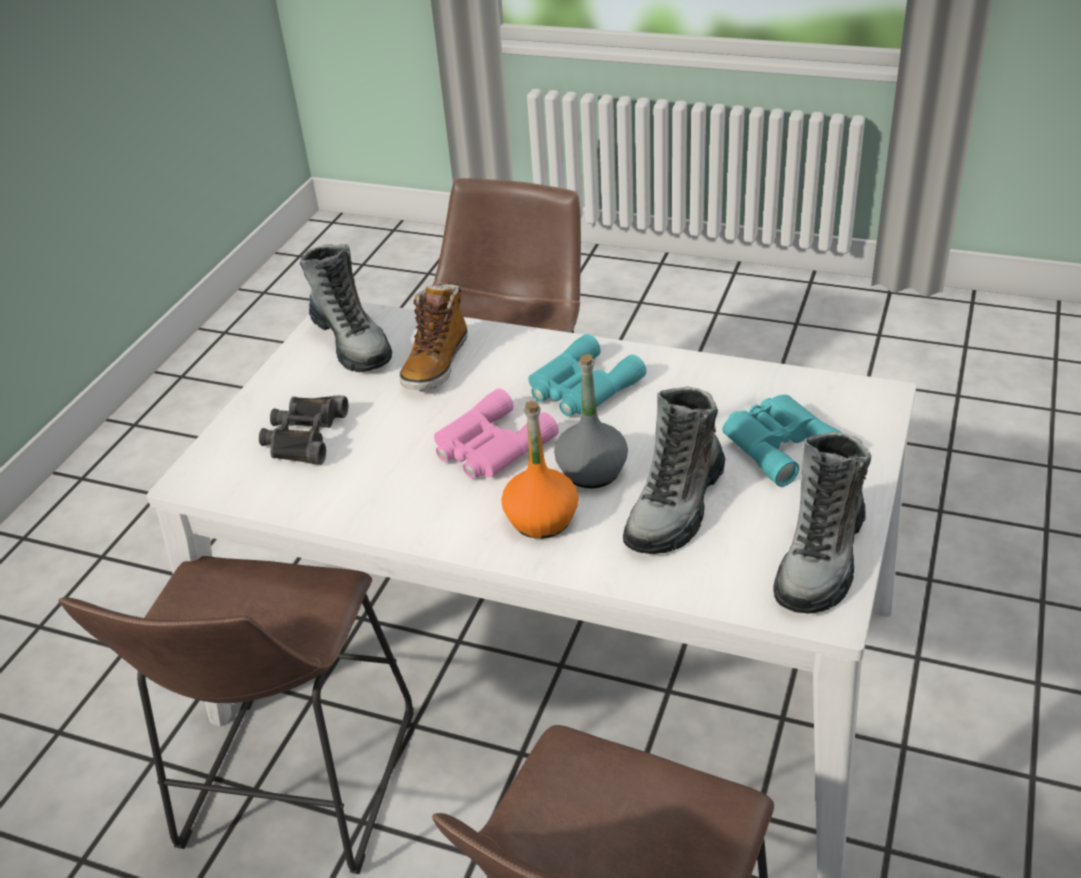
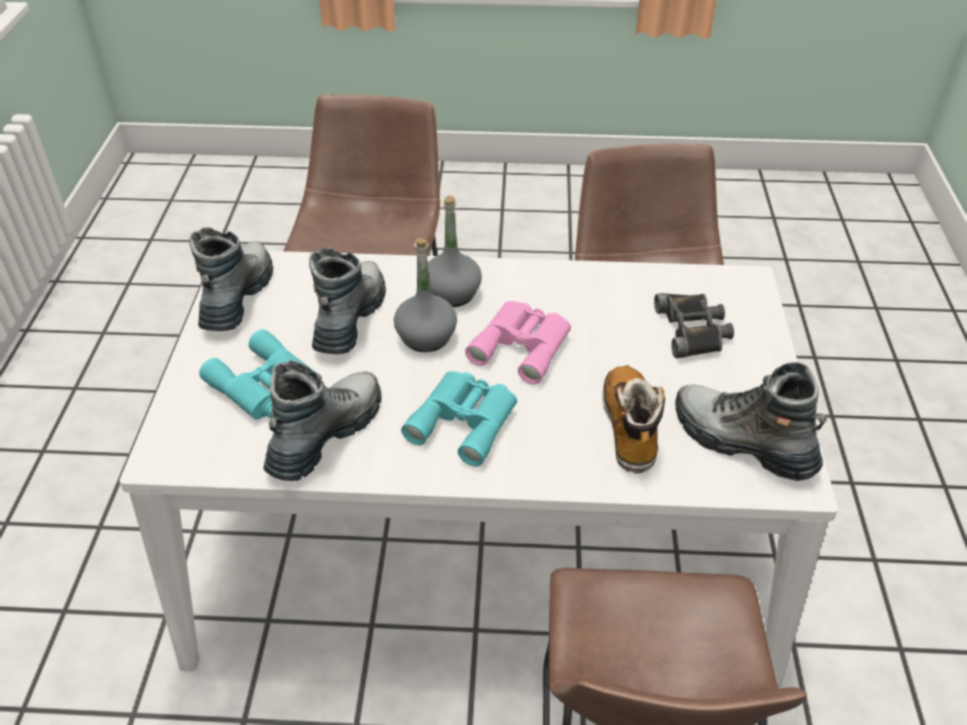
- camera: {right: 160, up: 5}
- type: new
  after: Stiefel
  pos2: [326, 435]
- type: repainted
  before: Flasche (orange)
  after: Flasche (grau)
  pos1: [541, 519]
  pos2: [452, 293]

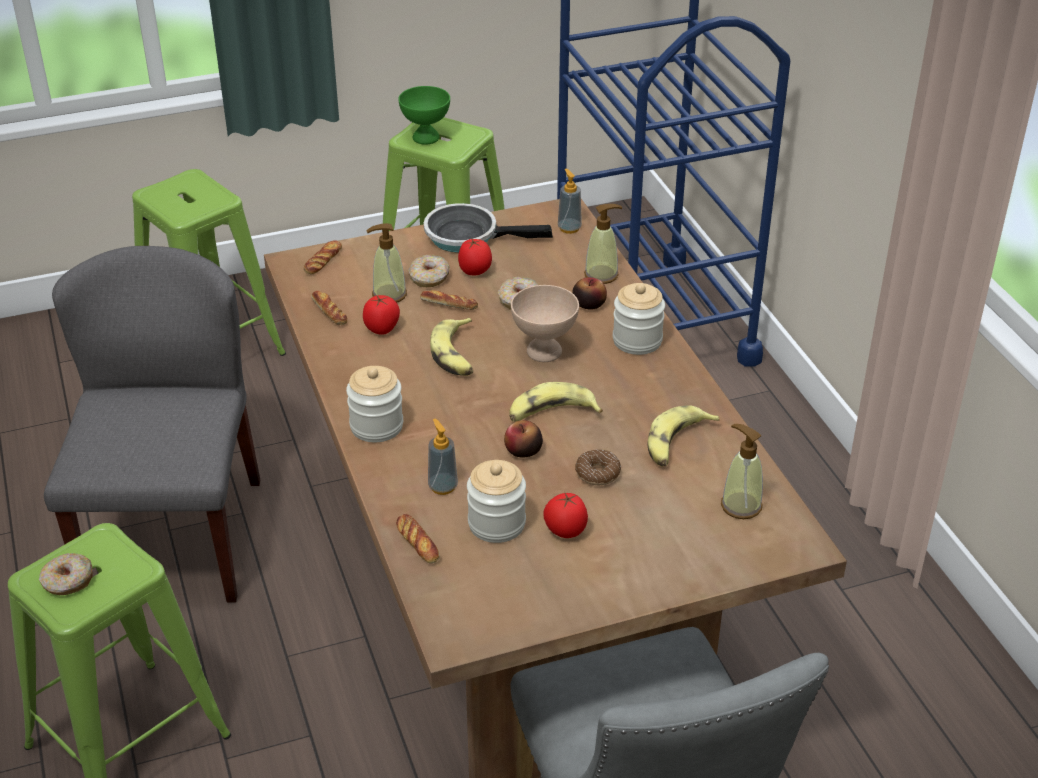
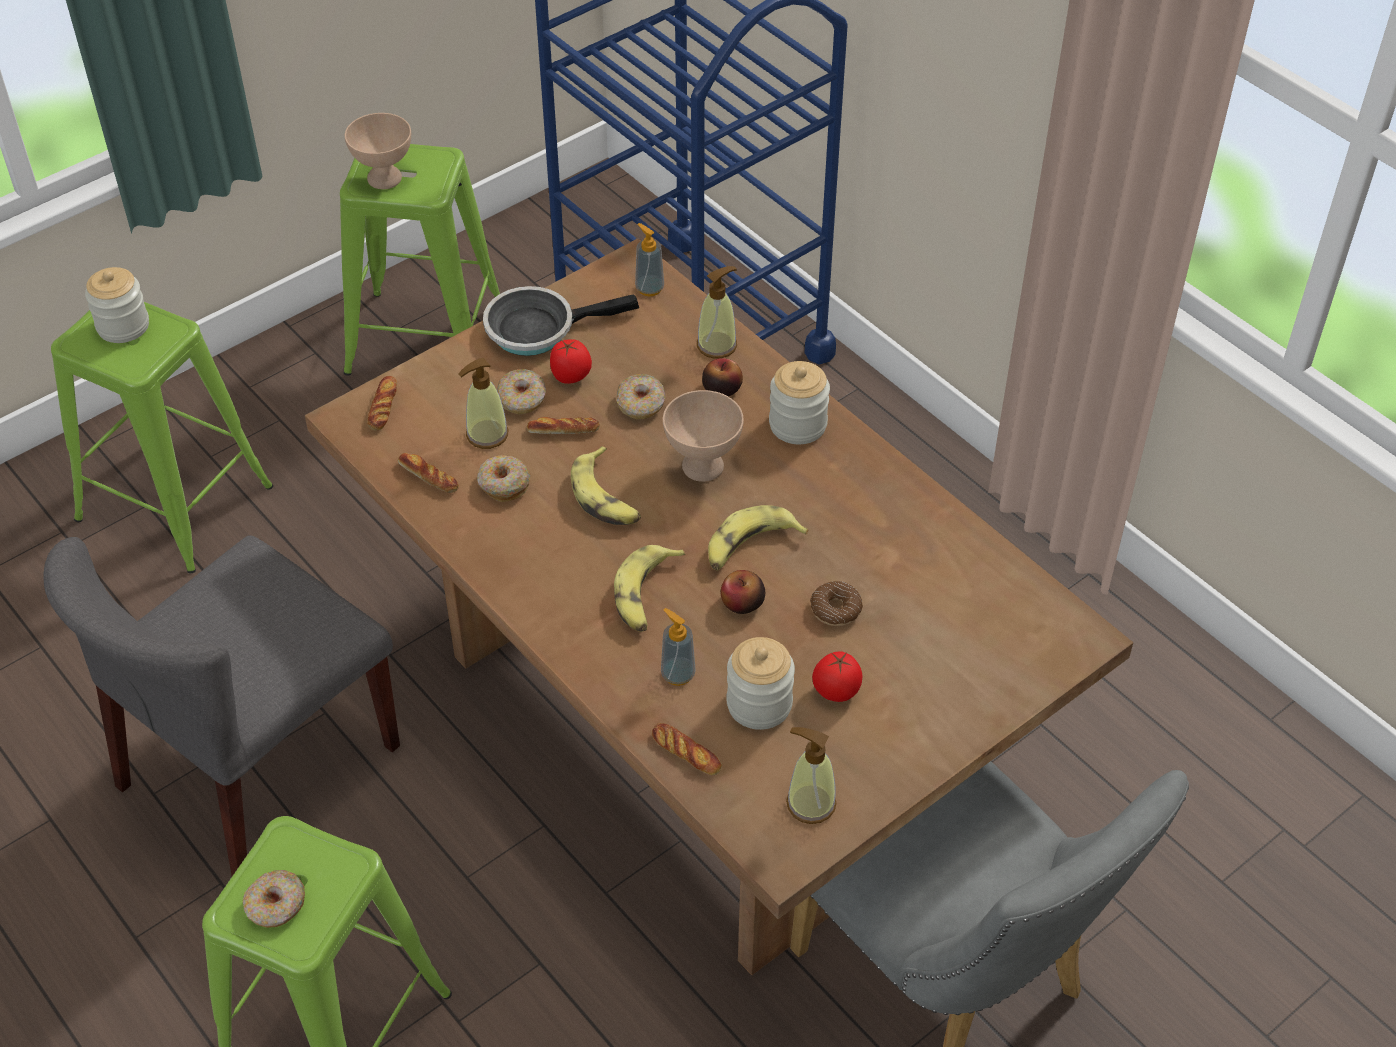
- camera: {right: -20, up: 10}
- type: shifted
  before: Vorratsglas
  pos1: [376, 426]
  pos2: [123, 326]
- type: shifted
  before: Banane
  pos1: [677, 443]
  pos2: [646, 595]
- type: shifted
  before: Seifenspender
  pos1: [740, 505]
  pos2: [810, 803]
- type: swapped
  before: Tomate
  after: Donut
  pos1: [382, 329]
  pos2: [503, 484]
- type: repainted
  before: Schüssel (grün)
  after: Schüssel (beige)
  pos1: [426, 137]
  pos2: [384, 178]
- type: rotated
  before: Stuhl (grau)
  pos1: [174, 537]
  pos2: [258, 768]
  turn: -120

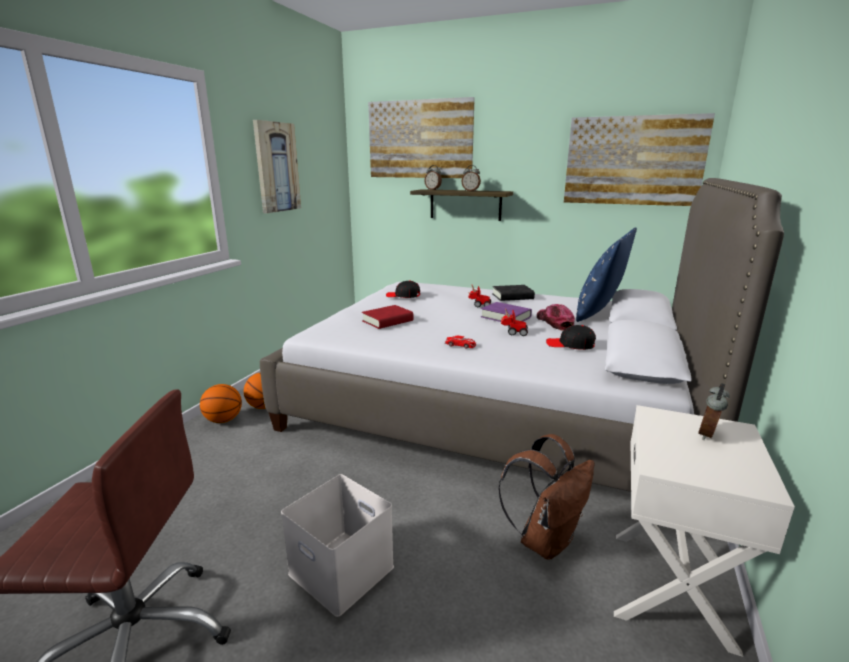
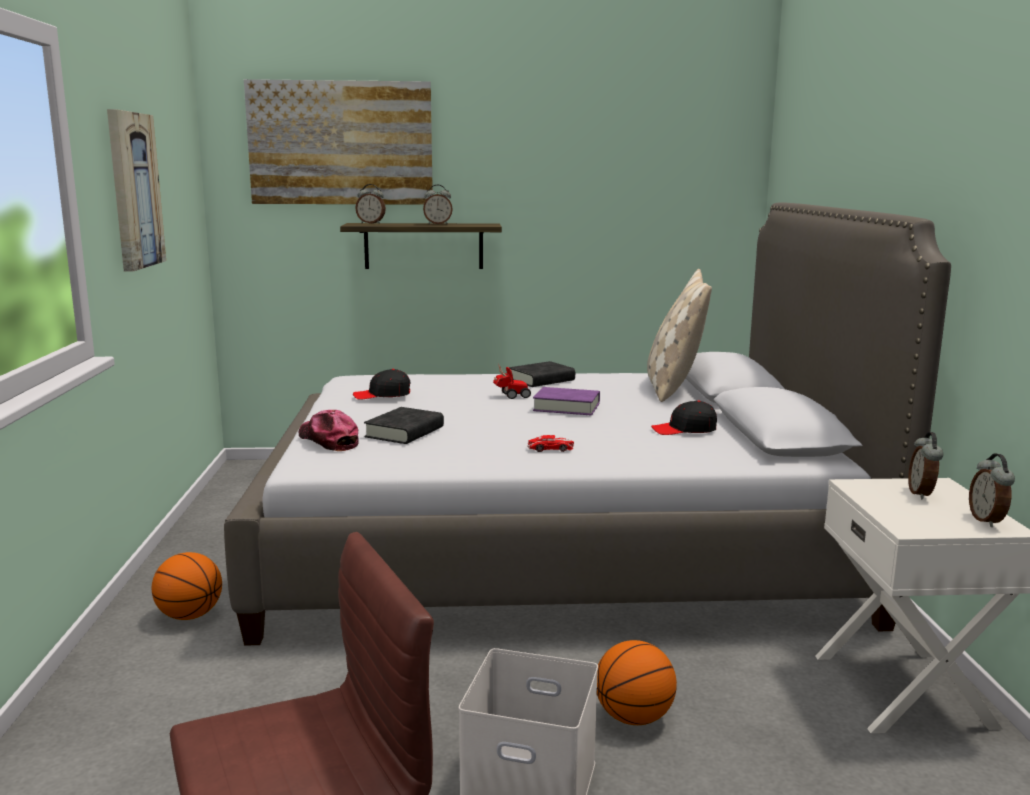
- camera: {right: -25, up: -5}
- type: gone
  before: Rucksack (braun)
  pos1: [545, 539]
- type: gone
  before: Spielzeugauto
  pos1: [513, 332]
- type: gone
  before: Bild
  pos1: [633, 161]
- type: new
  after: Wecker
  pos2: [987, 521]
- type: shifted
  before: Basketball
  pos1: [223, 420]
  pos2: [633, 717]
- type: shifted
  before: Kappe
  pos1: [554, 322]
  pos2: [328, 440]
- type: repainted
  before: Buch (rot)
  after: Buch (schwarz)
  pos1: [387, 321]
  pos2: [405, 432]
- type: repainted
  before: Kissen (blau)
  after: Kissen (beige)
  pos1: [599, 312]
  pos2: [674, 387]

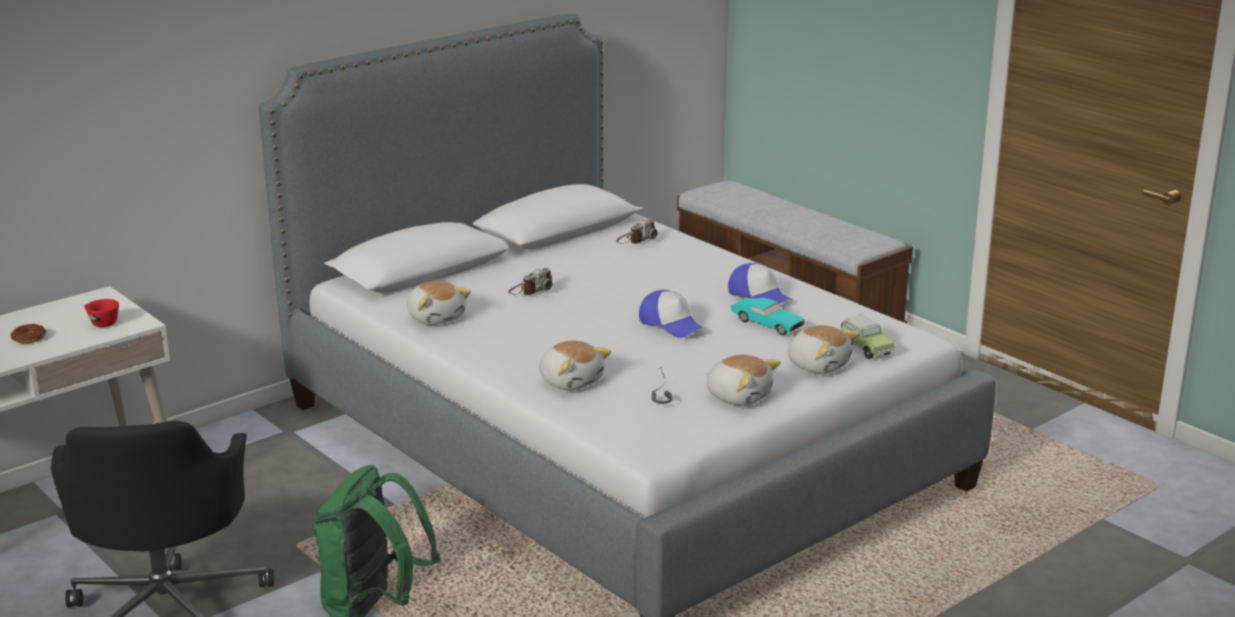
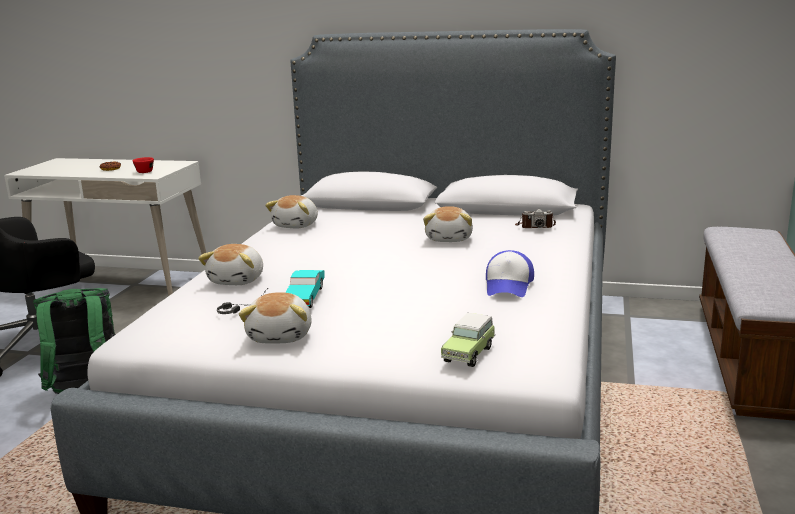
- camera: {right: 55, up: -5}
- type: gone
  before: Kamera
  pos1: [531, 289]
- type: gone
  before: Kappe
  pos1: [671, 324]
- type: shifted
  before: Spielzeugauto (türkis)
  pos1: [766, 324]
  pos2: [305, 297]
- type: shifted
  before: Plüschtier
  pos1: [818, 365]
  pos2: [450, 238]

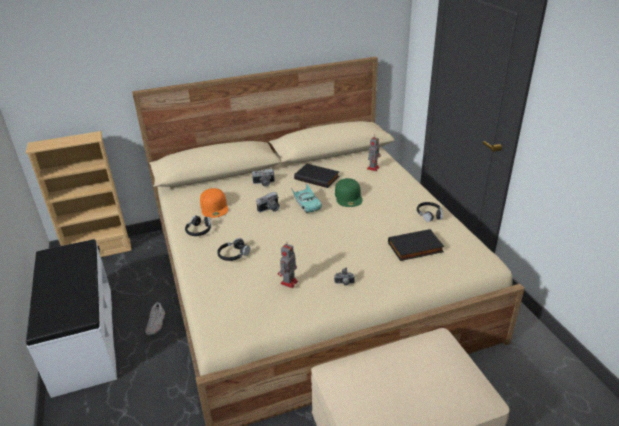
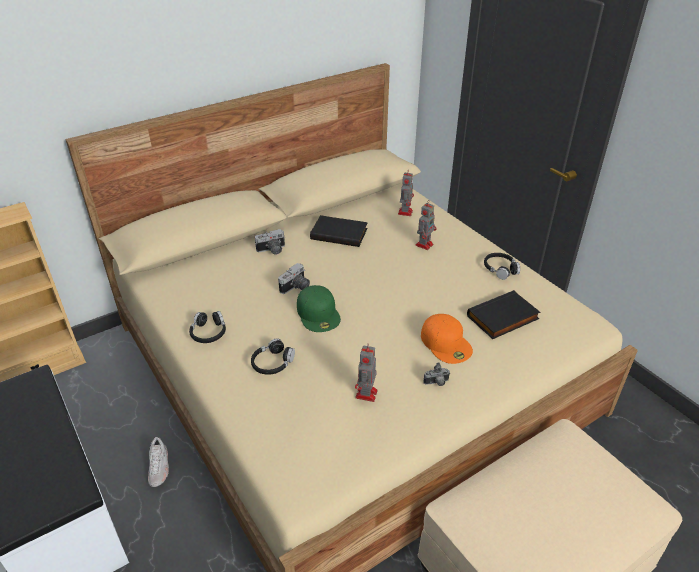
- camera: {right: -15, up: 5}
- type: gone
  before: Spielzeugauto (türkis)
  pos1: [306, 204]
- type: new
  after: Spielzeugroboter
  pos2: [424, 244]
- type: shifted
  before: Kappe (orange)
  pos1: [214, 207]
  pos2: [446, 343]
- type: shifted
  before: Kappe (grün)
  pos1: [348, 197]
  pos2: [318, 313]

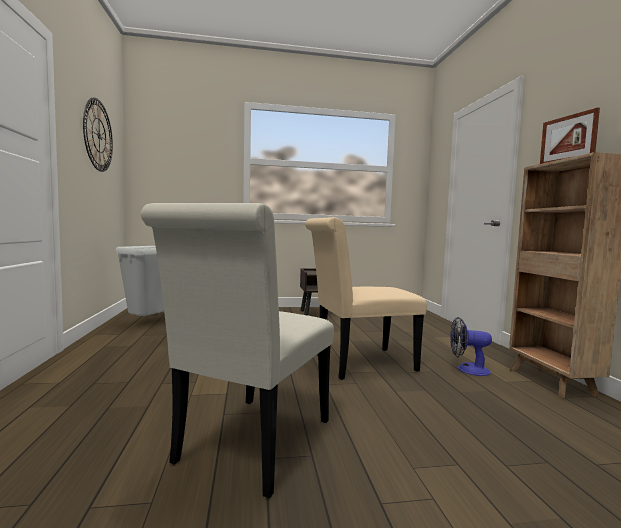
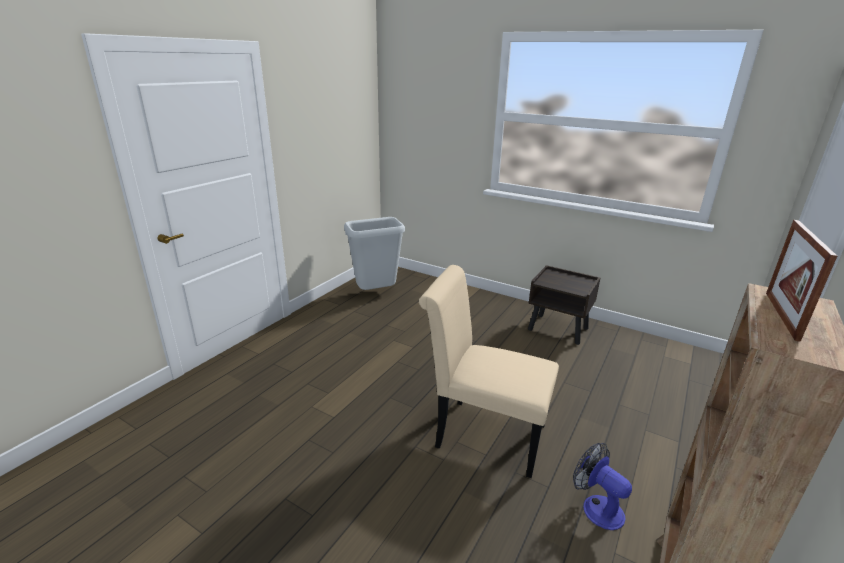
- camera: {right: 40, up: 20}
- type: gone
  before: Wanduhr
  pos1: [98, 135]
- type: gone
  before: Stuhl (weiß)
  pos1: [250, 446]

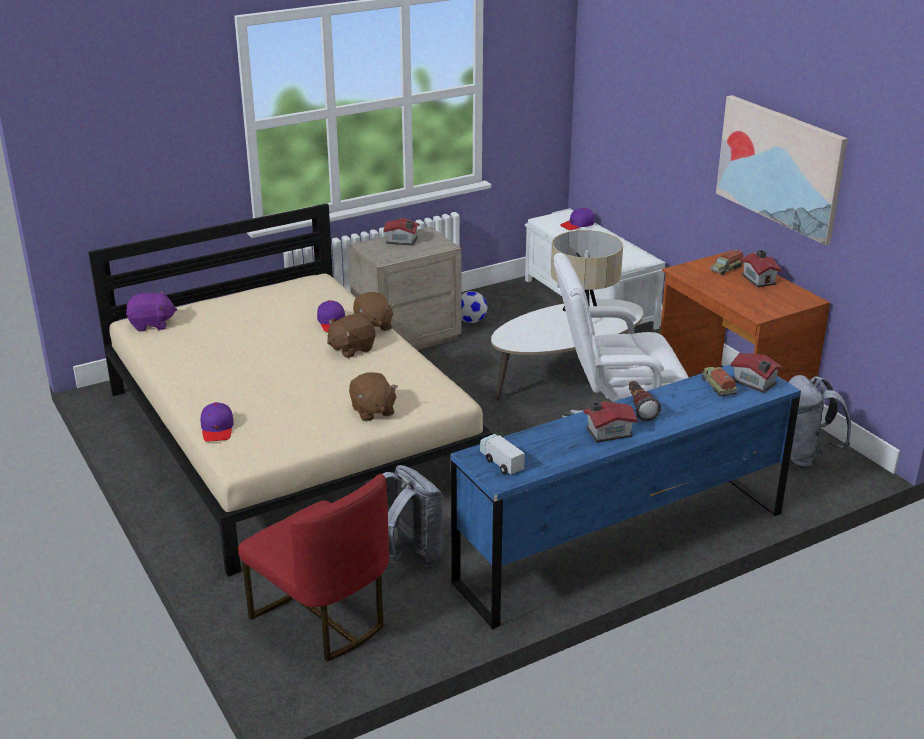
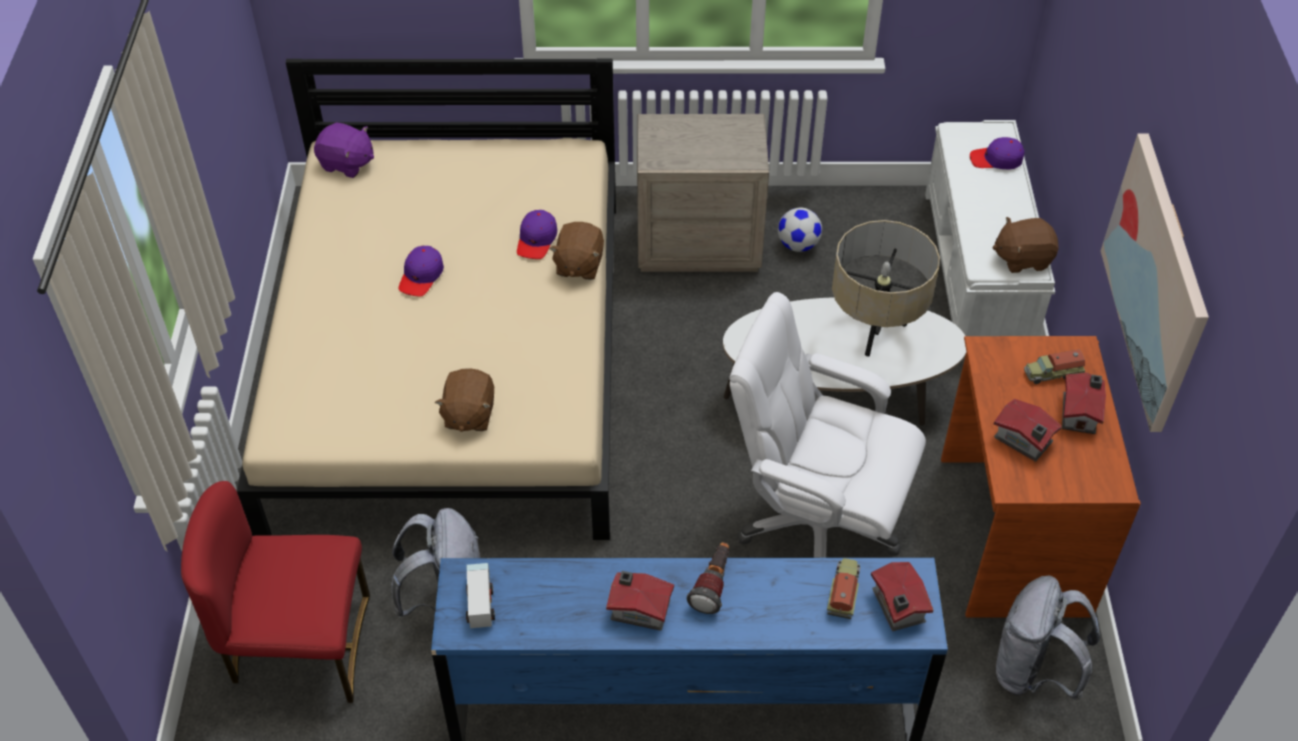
- camera: {right: 30, up: 20}
- type: shifted
  before: Kappe (lila)
  pos1: [217, 429]
  pos2: [421, 276]
- type: shifted
  before: Plüschtier (braun)
  pos1: [351, 349]
  pos2: [1022, 258]
- type: shifted
  before: Spielzeughaus
  pos1: [402, 241]
  pos2: [1023, 441]
- type: rotated
  before: Stuhl (rot)
  pos1: [322, 619]
  pos2: [300, 646]
  turn: 105

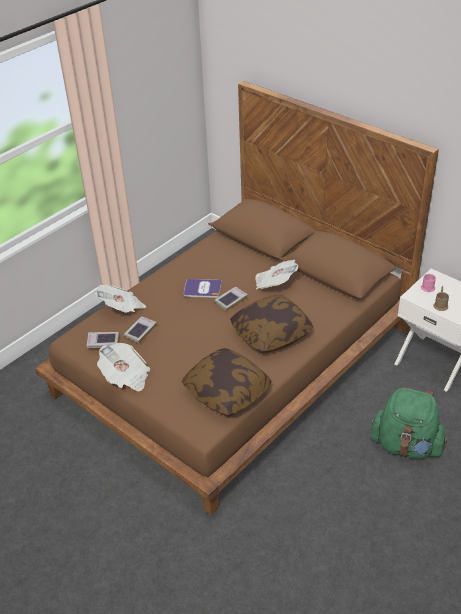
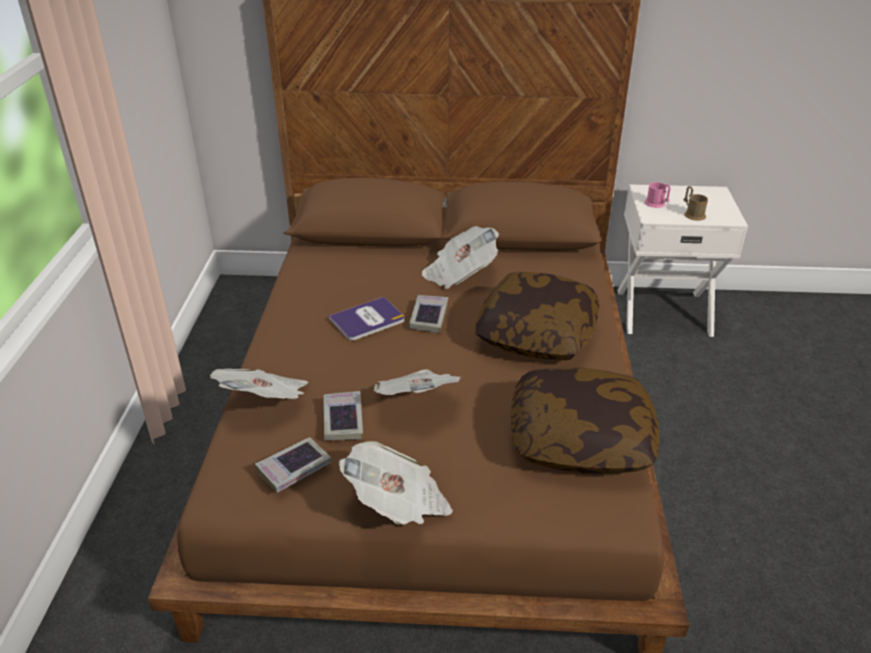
- camera: {right: -40, up: -5}
- type: gone
  before: Rucksack (grün)
  pos1: [406, 445]
- type: new
  after: Zeitung
  pos2: [417, 400]

